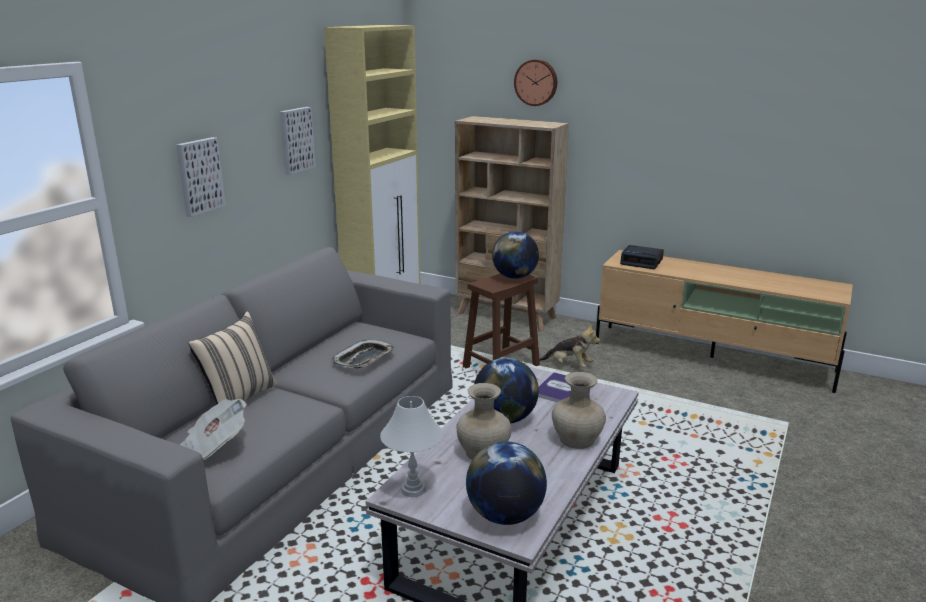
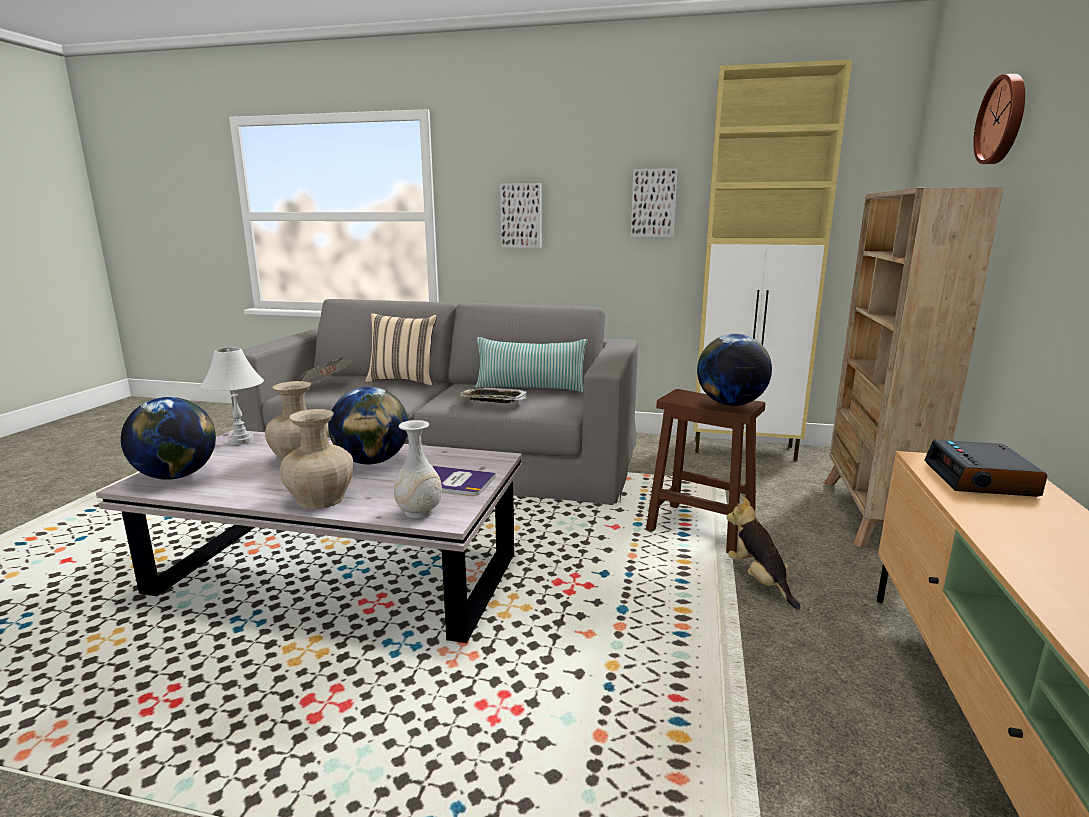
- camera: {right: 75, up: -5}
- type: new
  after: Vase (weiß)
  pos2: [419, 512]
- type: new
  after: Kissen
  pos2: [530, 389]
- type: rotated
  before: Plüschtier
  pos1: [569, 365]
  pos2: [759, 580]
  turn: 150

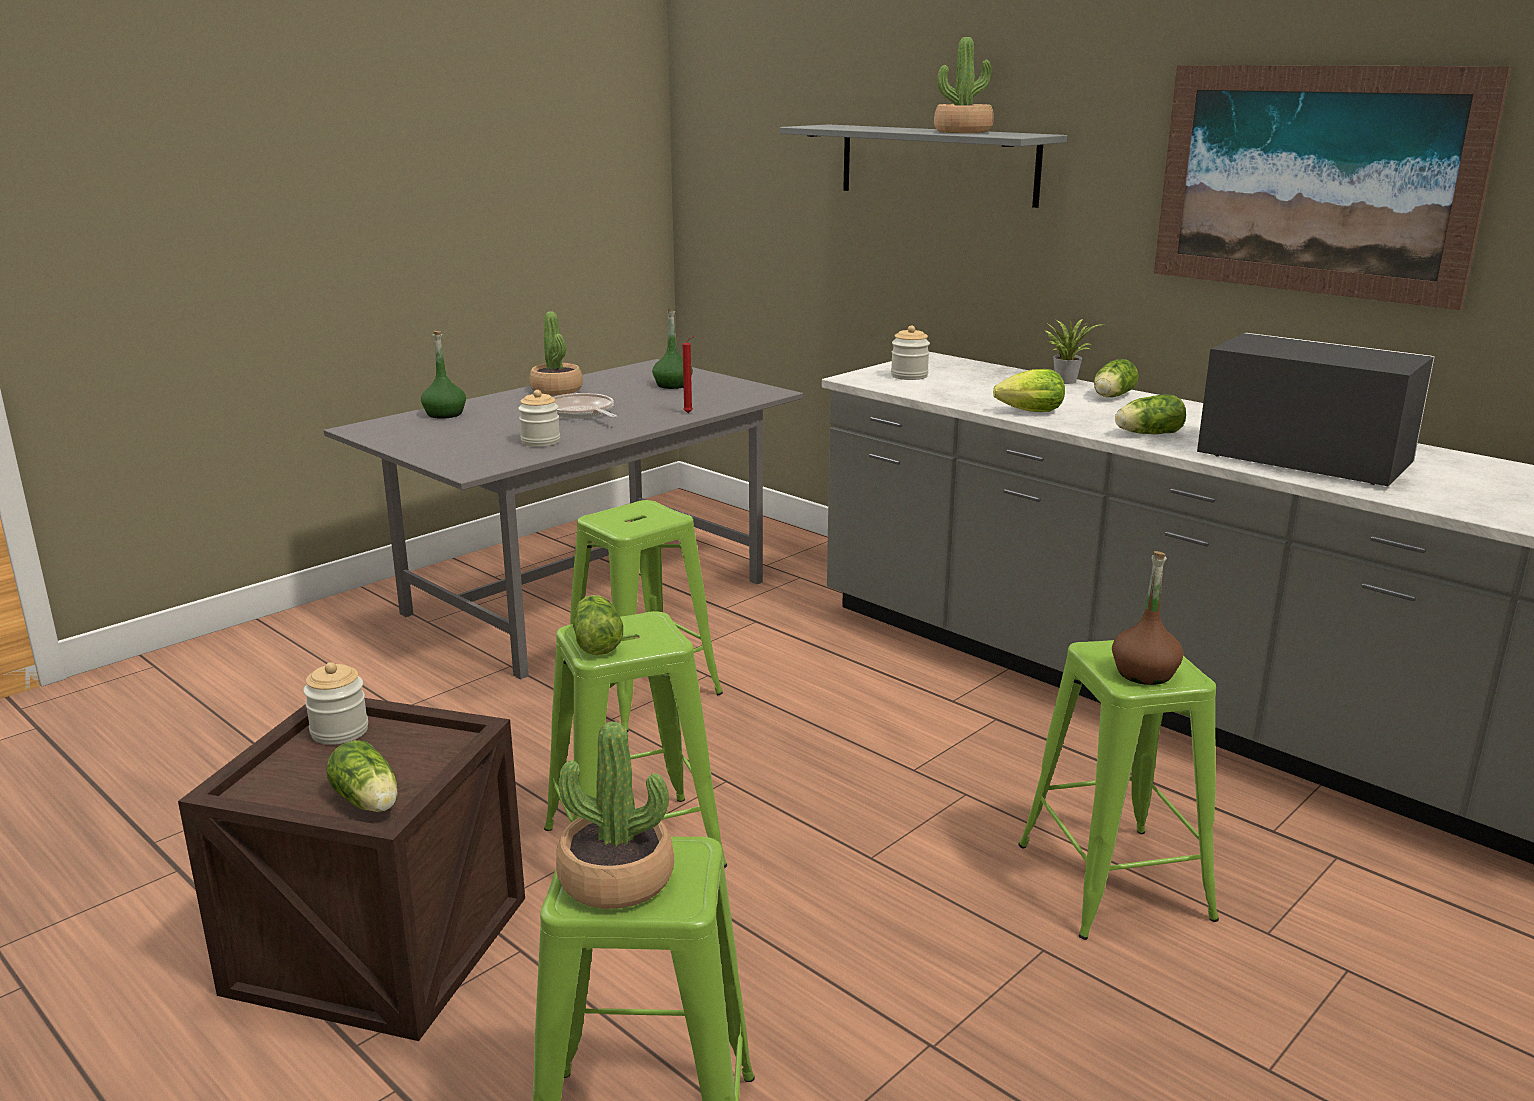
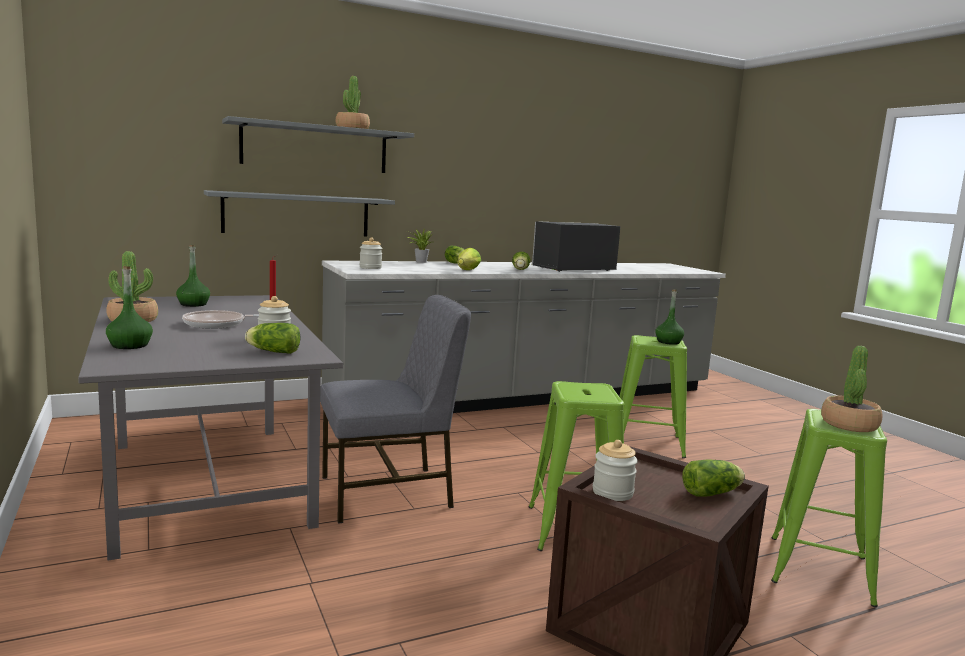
- camera: {right: -70, up: -10}
- type: gone
  before: Bild
  pos1: [1314, 181]
- type: new
  after: Wandregal (grau)
  pos2: [297, 214]
- type: shifted
  before: Salatkopf
  pos1: [597, 641]
  pos2: [272, 351]
- type: swapped
  before: Hocker (grün)
  after: Stuhl (grau)
  pos1: [643, 693]
  pos2: [389, 493]
- type: repainted
  before: Flasche (braun)
  after: Flasche (grün)
  pos1: [1144, 673]
  pos2: [668, 342]

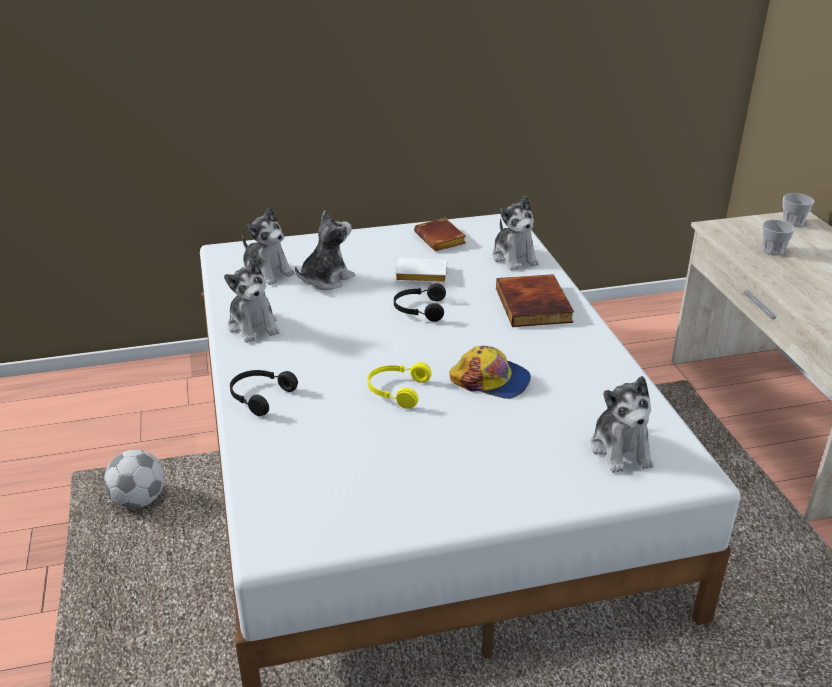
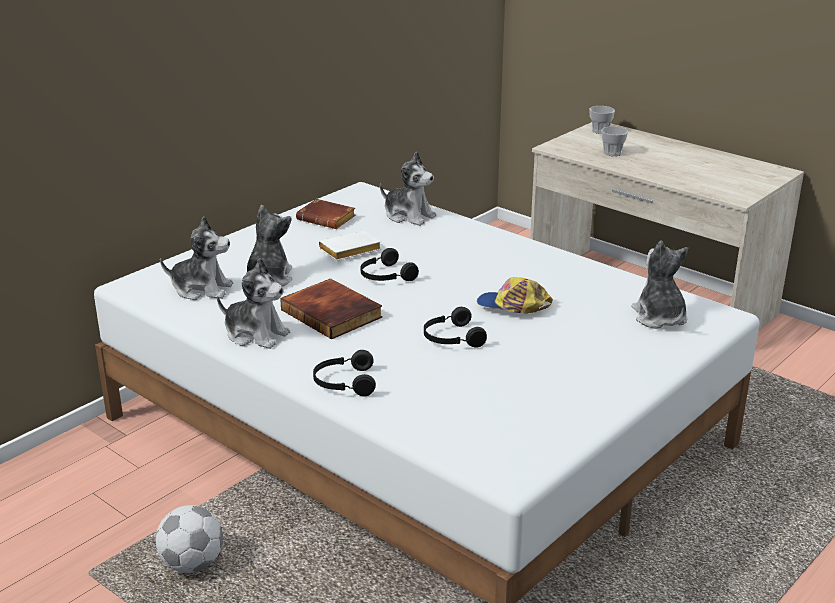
- camera: {right: -35, up: -5}
- type: shifted
  before: Buch
  pos1: [535, 305]
  pos2: [333, 313]
- type: repainted
  before: Kopfhörer (gelb)
  after: Kopfhörer (schwarz)
  pos1: [396, 390]
  pos2: [451, 338]
- type: rotated
  before: Kappe
  pos1: [491, 380]
  pos2: [512, 306]
  turn: -150
- type: rotated
  before: Plüschtier
  pos1: [621, 449]
  pos2: [659, 318]
  turn: -150

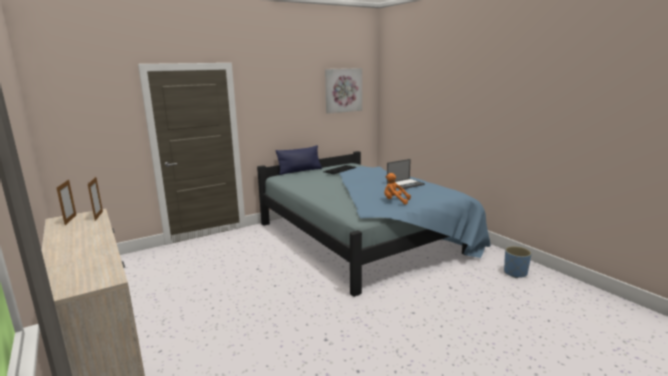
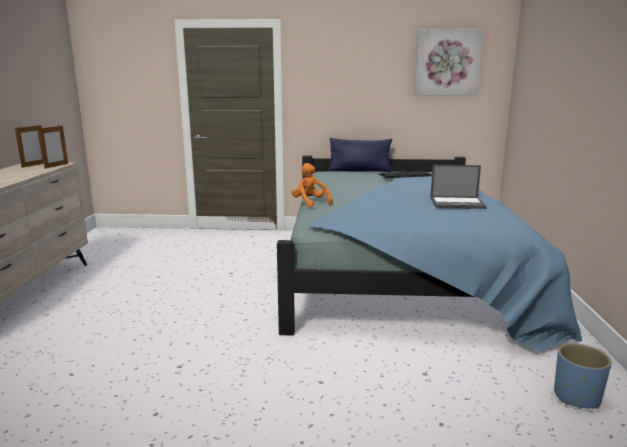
- camera: {right: 35, up: 0}
- type: shifted
  before: Plüschtier (orange)
  pos1: [395, 201]
  pos2: [310, 203]

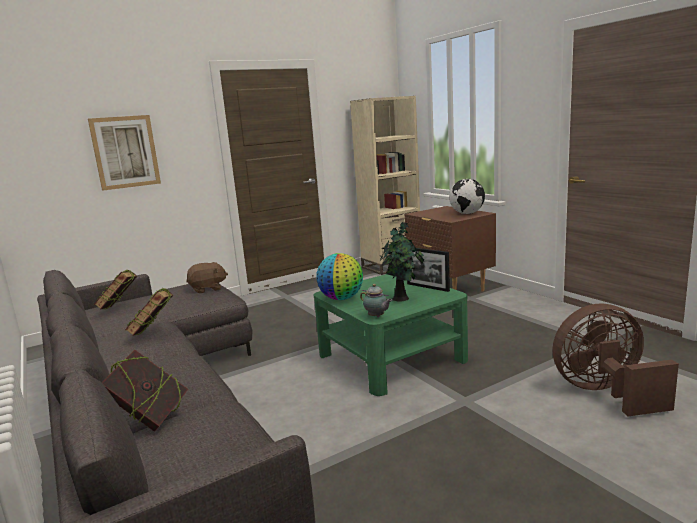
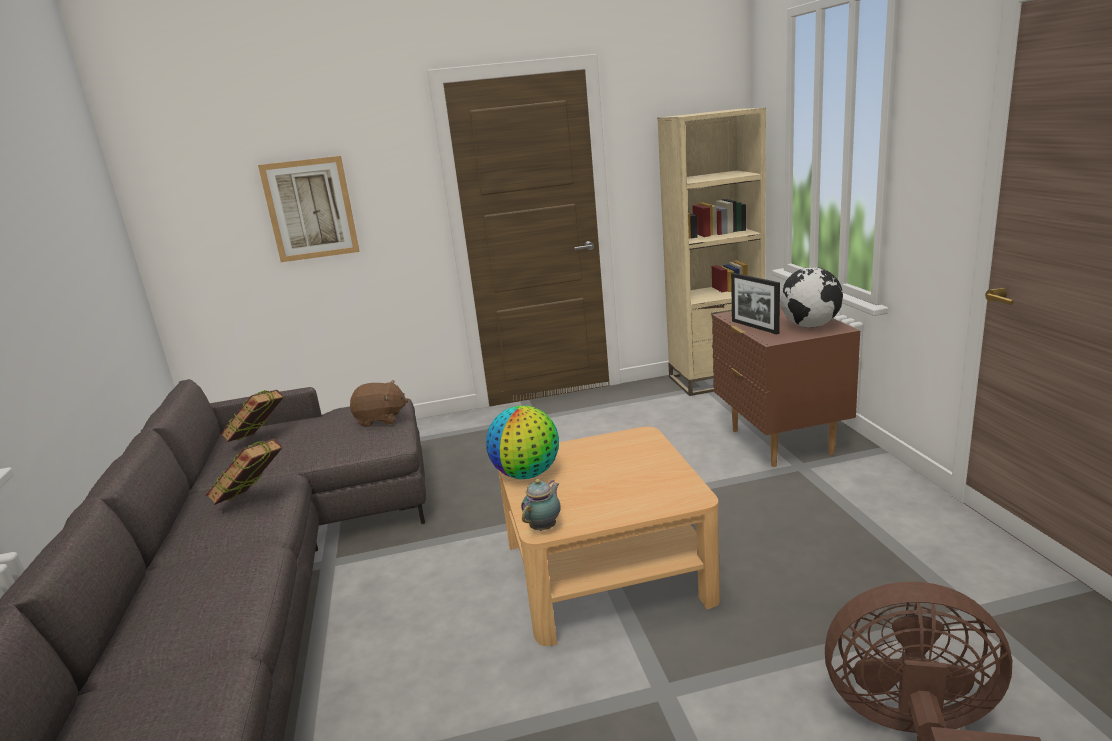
- camera: {right: 20, up: 5}
- type: gone
  before: Buch
  pos1: [150, 419]
- type: gone
  before: Topfpflanze
  pos1: [402, 298]
- type: shifted
  before: Bilderrahmen
  pos1: [428, 287]
  pos2: [754, 327]
- type: repainted
  before: Couchtisch (grün)
  after: Couchtisch (beige)
  pos1: [390, 357]
  pos2: [605, 569]
- type: rotated
  before: Teekanne
  pos1: [377, 317]
  pos2: [544, 527]
  turn: -120

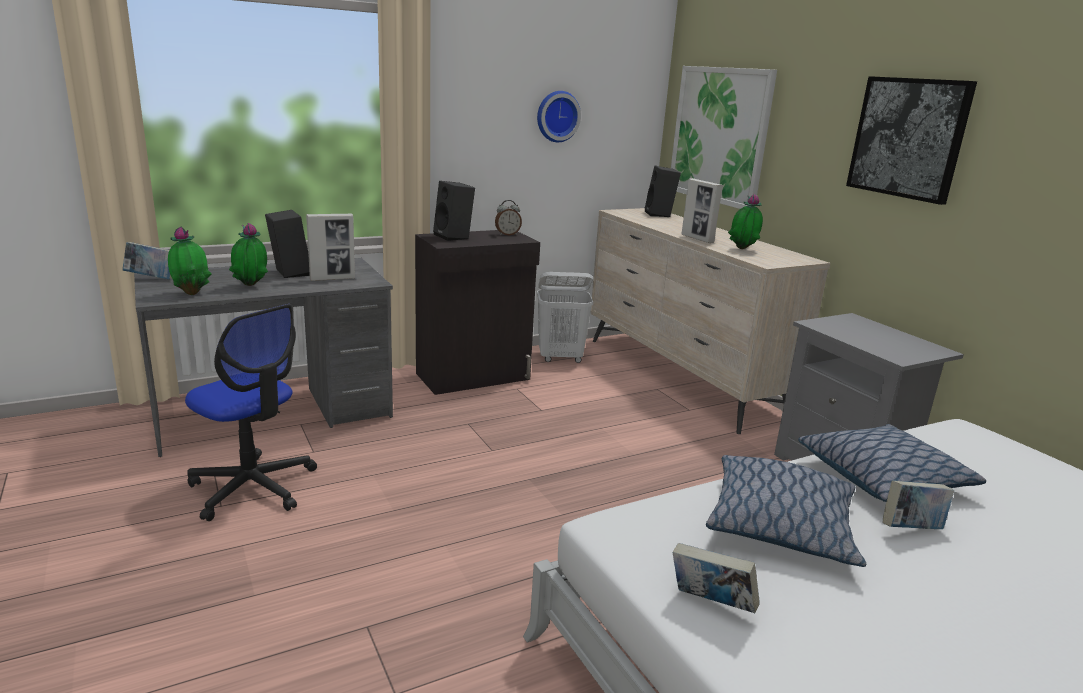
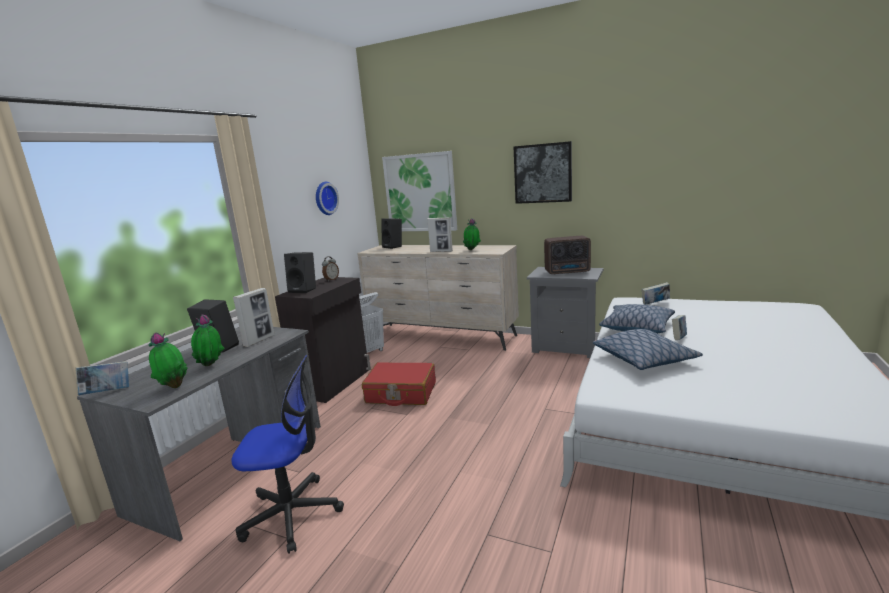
- camera: {right: -35, up: -5}
- type: new
  after: Koffer (rot)
  pos2: [401, 393]
- type: new
  after: Radio
  pos2: [568, 272]
- type: shifted
  before: Buch
  pos1: [710, 604]
  pos2: [655, 303]

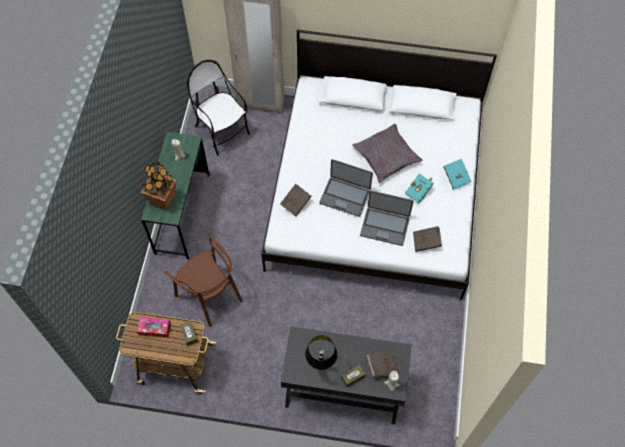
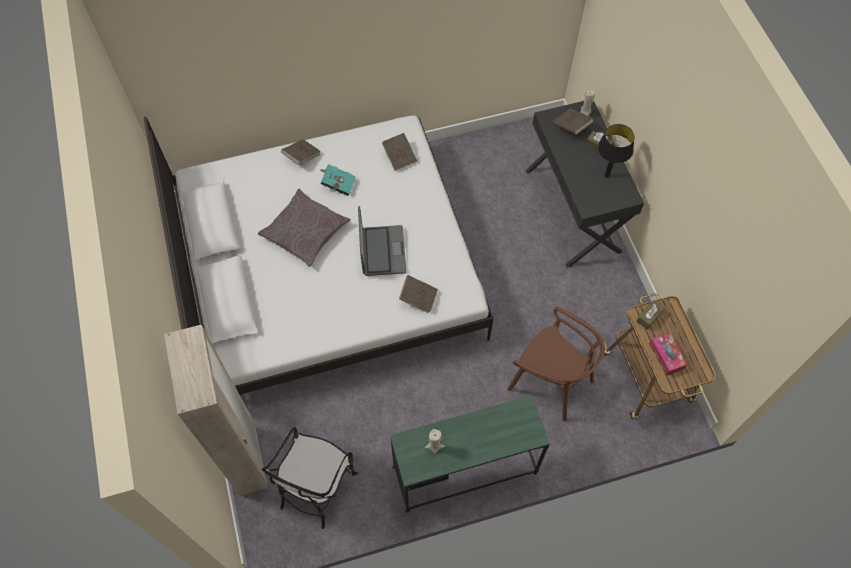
- camera: {right: -115, up: 0}
- type: gone
  before: Topfpflanze
  pos1: [162, 199]
- type: gone
  before: Laptop
  pos1: [385, 226]
- type: repainted
  before: Buch (türkis)
  after: Buch (braun)
  pos1: [456, 177]
  pos2: [302, 157]
- type: rotated
  before: Stuhl (braun)
  pos1: [210, 296]
  pos2: [551, 382]
  turn: 105

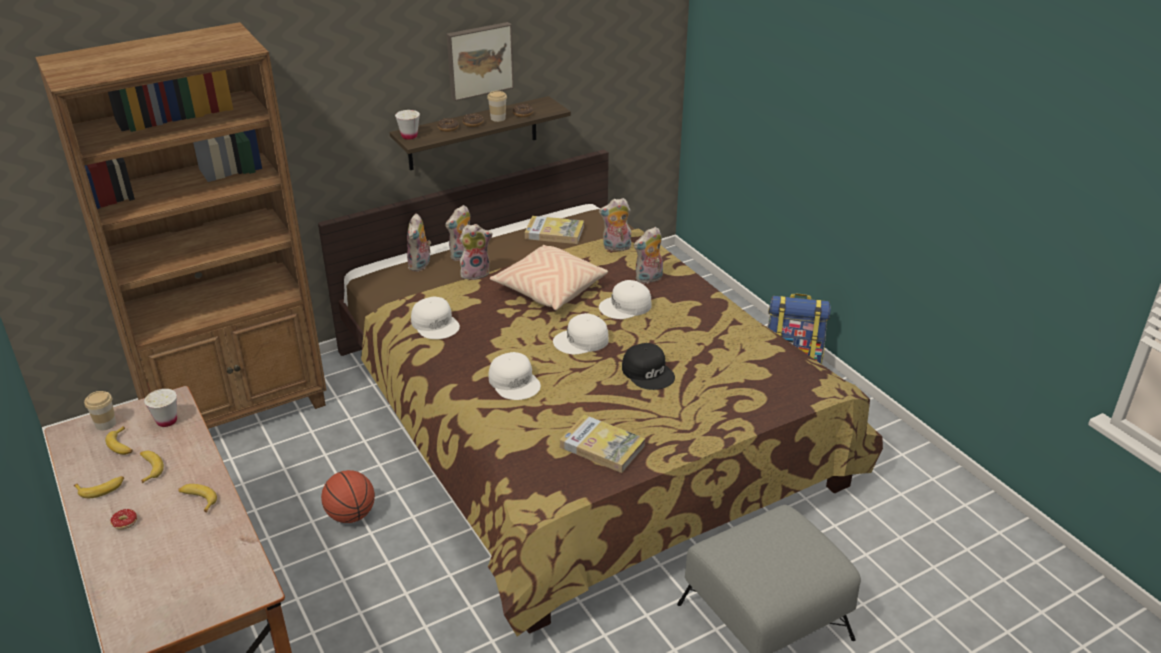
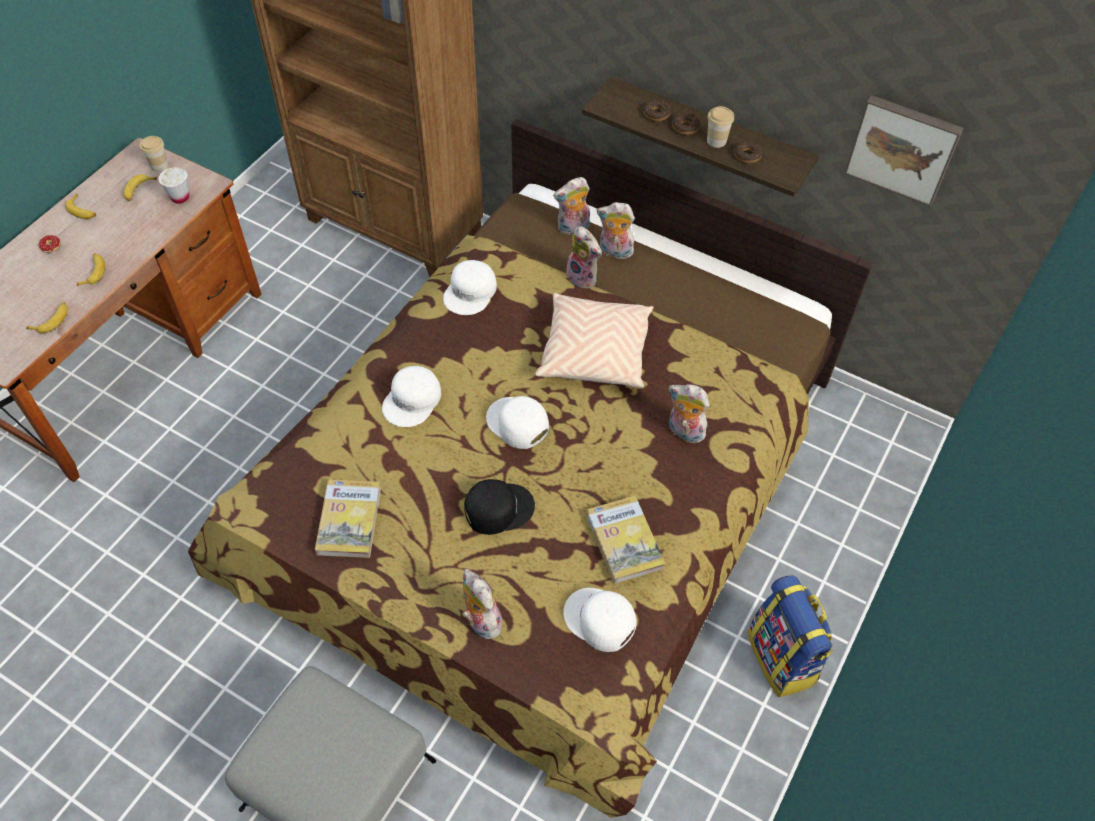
- camera: {right: 60, up: 20}
- type: gone
  before: Basketball
  pos1: [351, 515]
- type: gone
  before: Tasse (weiß)
  pos1: [409, 136]
- type: shifted
  before: Banane
  pos1: [149, 468]
  pos2: [52, 320]
- type: shifted
  before: Bild
  pos1: [479, 60]
  pos2: [903, 148]
- type: shifted
  before: Buch
  pos1: [554, 232]
  pos2: [624, 541]
- type: shifted
  before: Plüschtier
  pos1: [616, 247]
  pos2: [480, 621]
- type: shifted
  before: Kappe (weiß)
  pos1: [626, 306]
  pos2: [599, 620]
- type: rotated
  before: Kappe (schwarz)
  pos1: [648, 372]
  pos2: [498, 508]
  turn: -135

